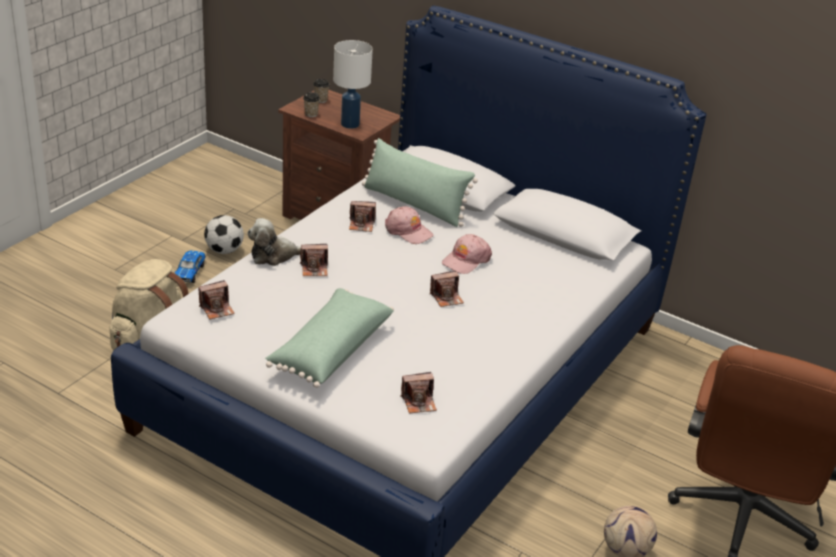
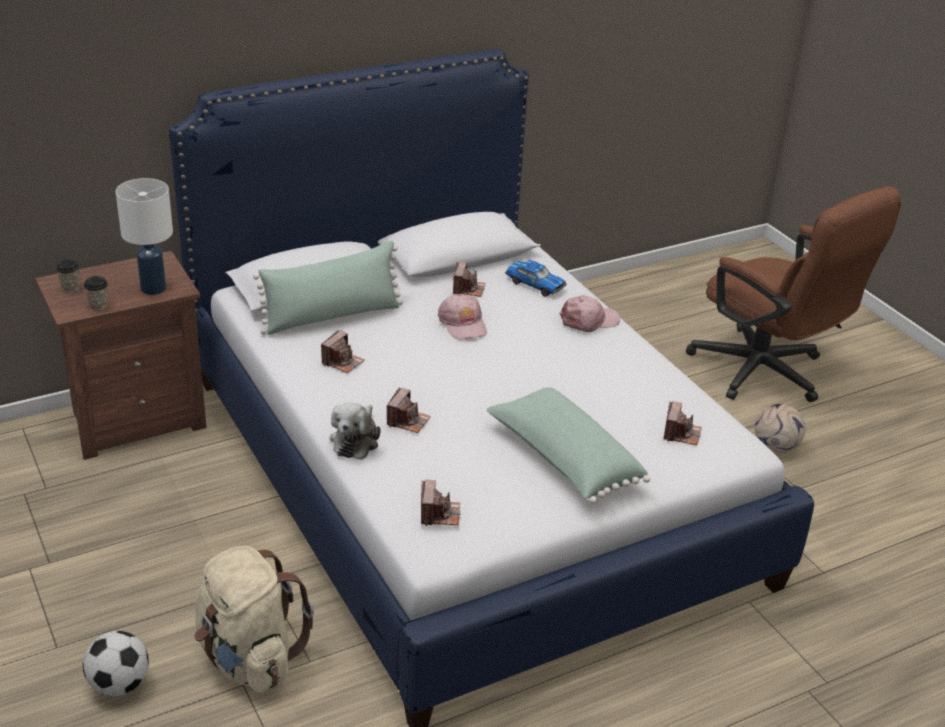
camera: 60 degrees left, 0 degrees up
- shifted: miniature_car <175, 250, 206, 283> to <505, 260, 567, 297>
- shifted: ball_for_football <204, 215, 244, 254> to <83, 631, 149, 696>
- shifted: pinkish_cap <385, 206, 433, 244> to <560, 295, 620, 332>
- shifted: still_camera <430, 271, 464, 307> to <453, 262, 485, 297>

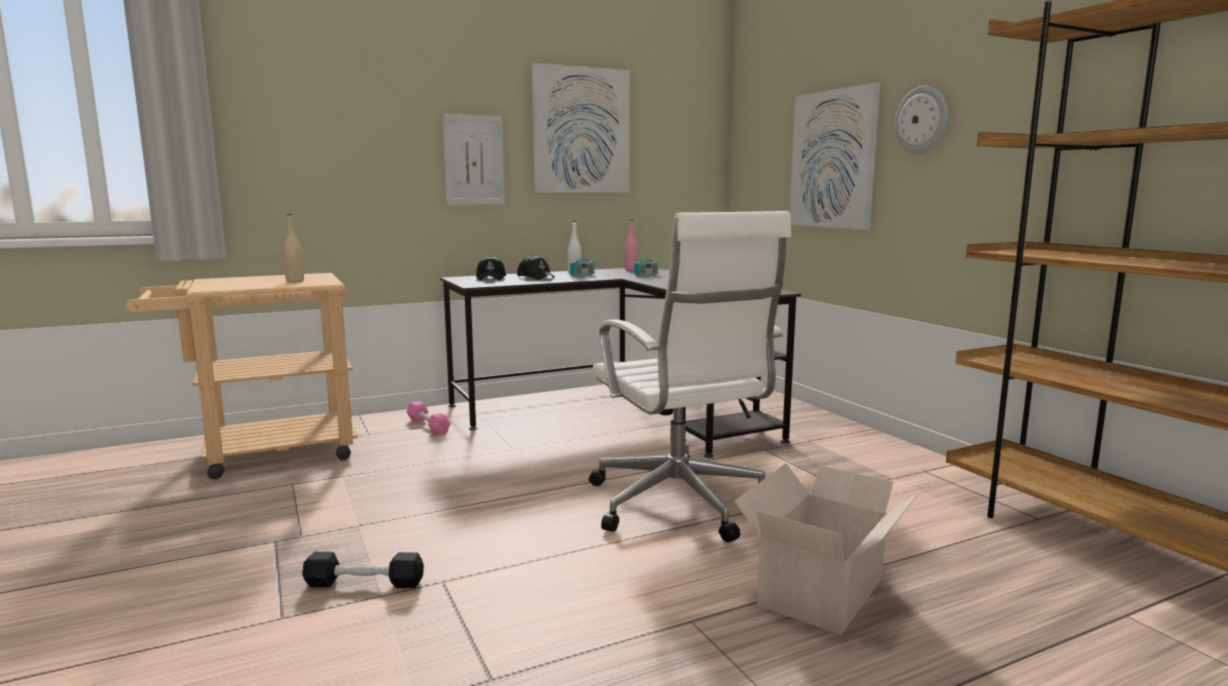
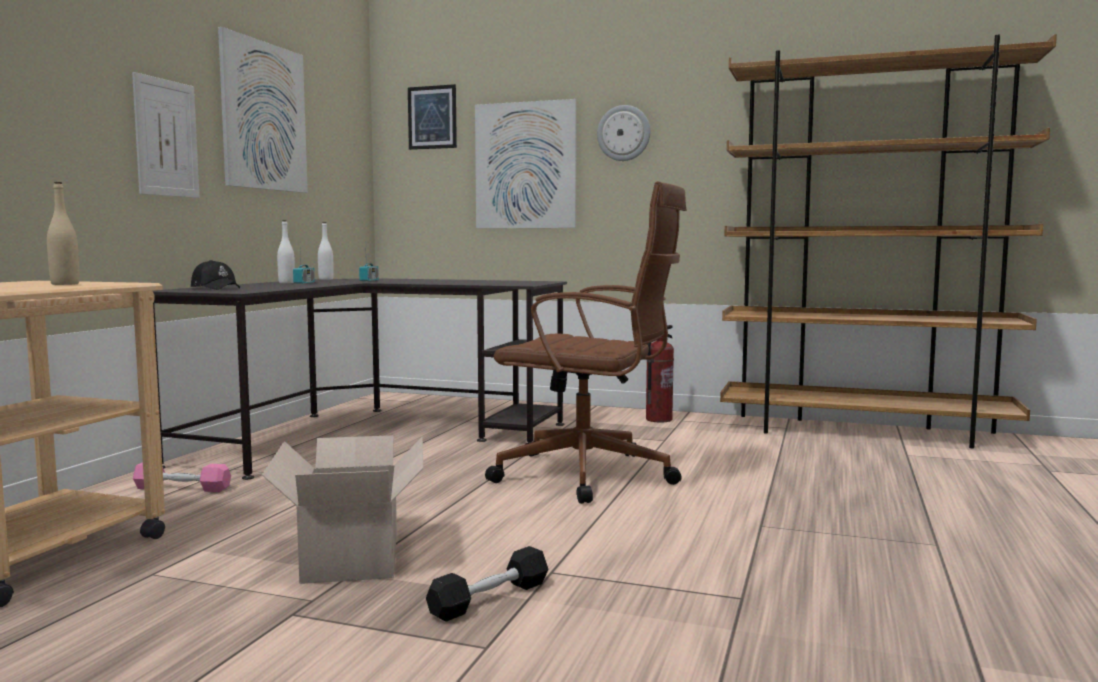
camera: 45 degrees left, 5 degrees down
- gone: black-coloured_cap <517, 255, 555, 280>
- new: wall_art <408, 84, 457, 150>
- new: extinguisher <646, 325, 674, 422>
- shifted: carton <734, 463, 919, 635> to <262, 435, 423, 584>
- repainted: white-coloured_computer_chair <589, 211, 791, 542> to brownish_computer_chair <485, 181, 686, 504>
- repainted: pinkish_bottle <625, 219, 638, 270> to white-coloured_bottle <318, 222, 334, 280>

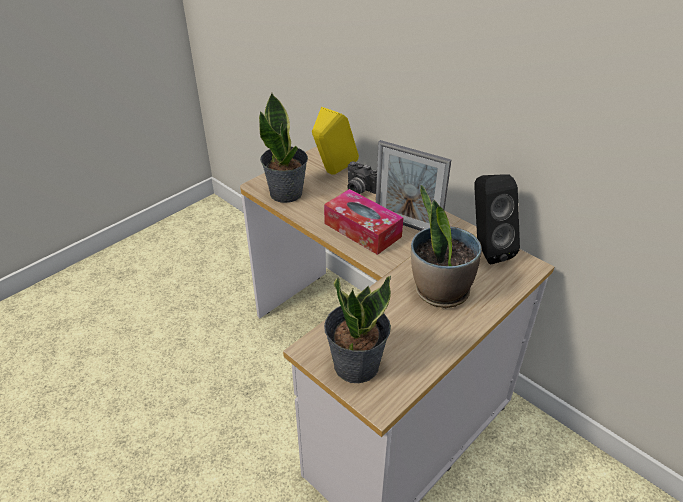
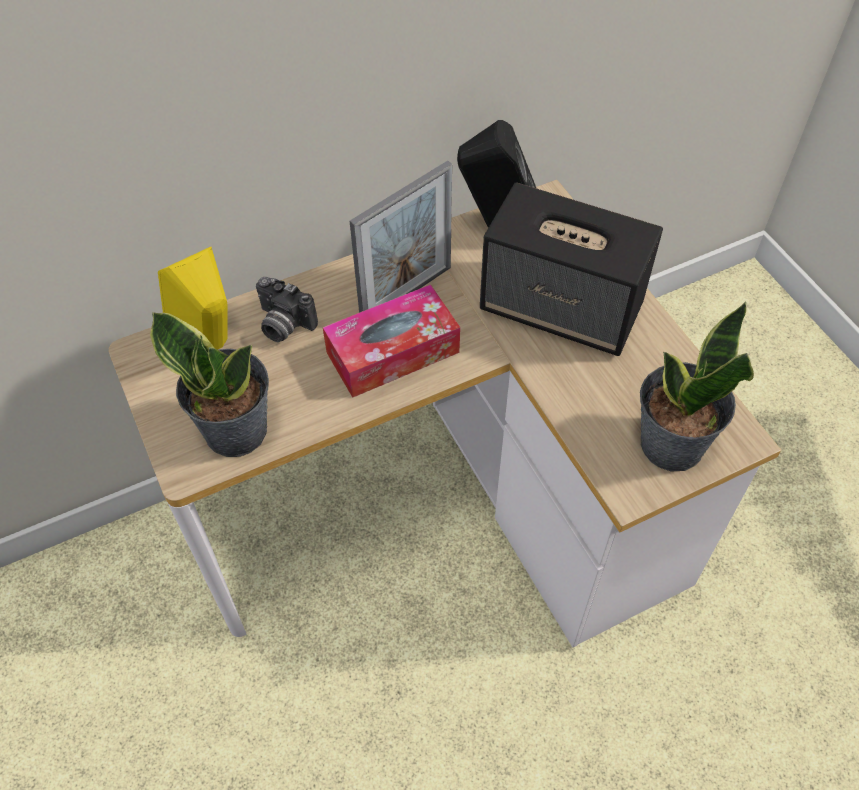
camera: 70 degrees left, 15 degrees up
- swapped: houseplant <411, 185, 482, 308> to speaker <480, 183, 663, 356>
- rotated: still_camera <347, 161, 377, 194> = <256, 277, 318, 342> 60 degrees clockwise

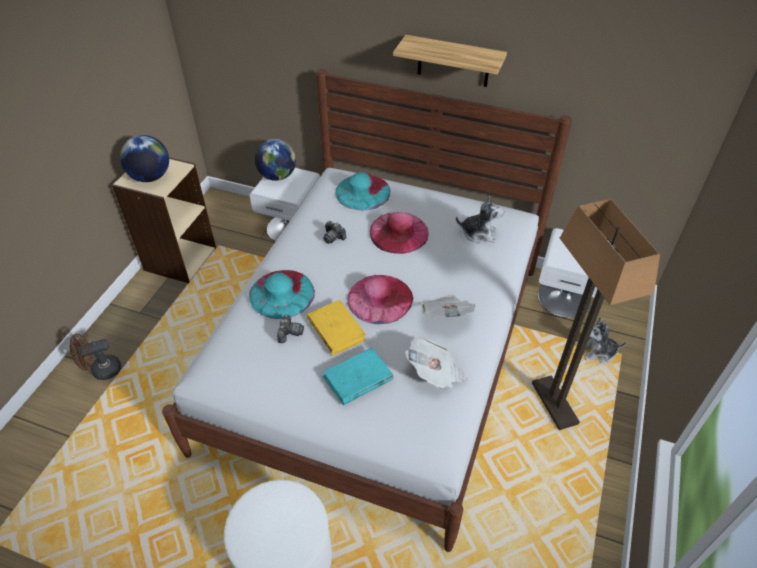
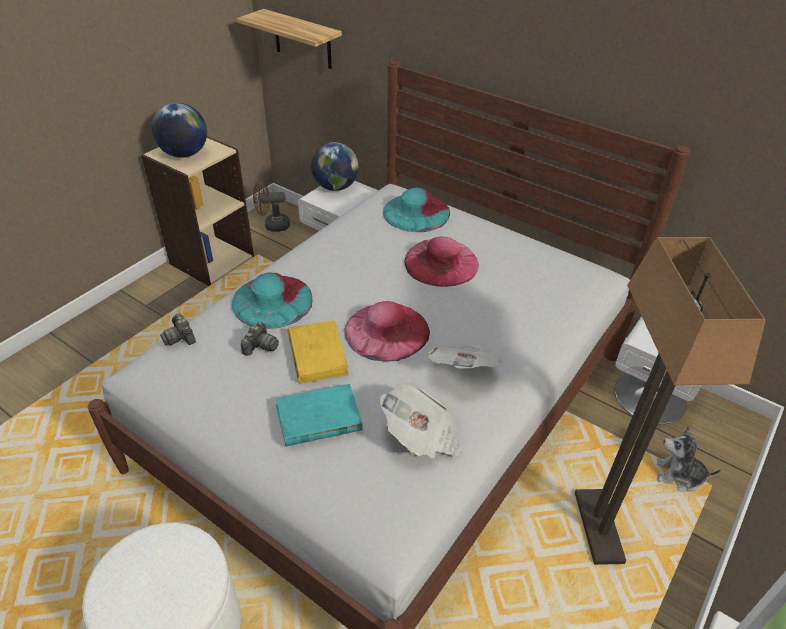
camera: 15 degrees right, 5 degrees down
- gone: plush_toy <456, 196, 504, 244>
- shifted: brownish_electric_fan <69, 334, 121, 380> to <253, 181, 290, 232>
- shifted: still_camera <323, 221, 346, 244> to <160, 313, 196, 346>
- shifted: bracket_shelf <393, 35, 507, 87> to <236, 9, 342, 69>

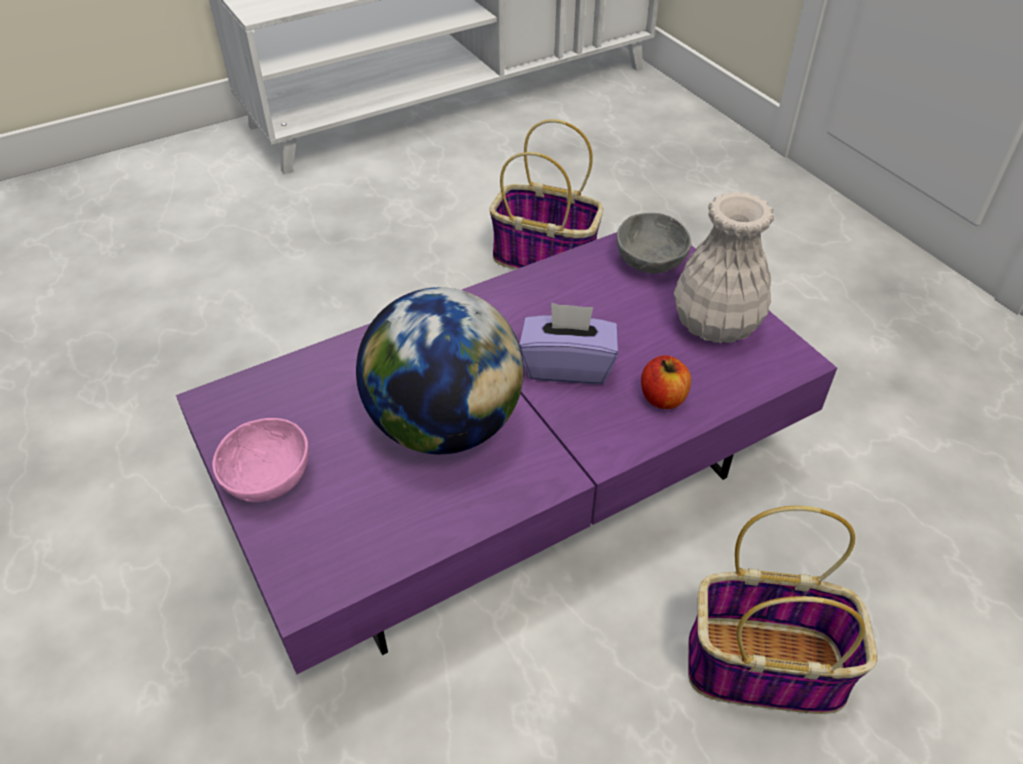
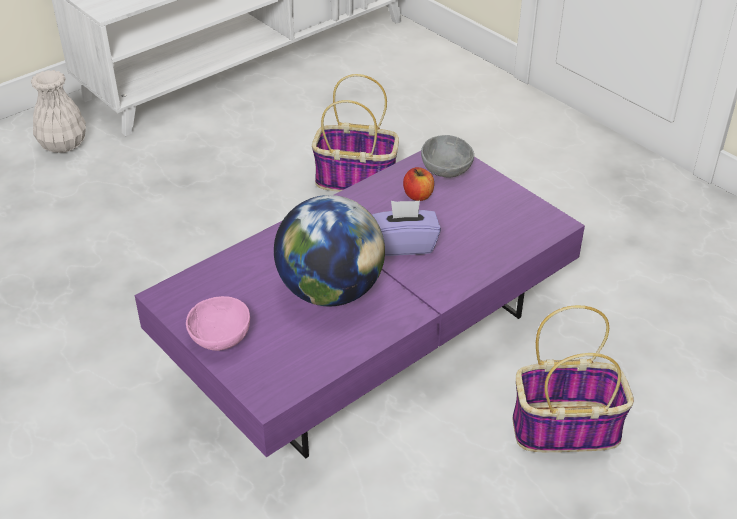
camera: 10 degrees left, 5 degrees down
- shifted: apple <641, 355, 691, 409> to <403, 167, 434, 201>
- shifted: white-coloured_flower_vase <674, 191, 774, 343> to <31, 70, 86, 153>

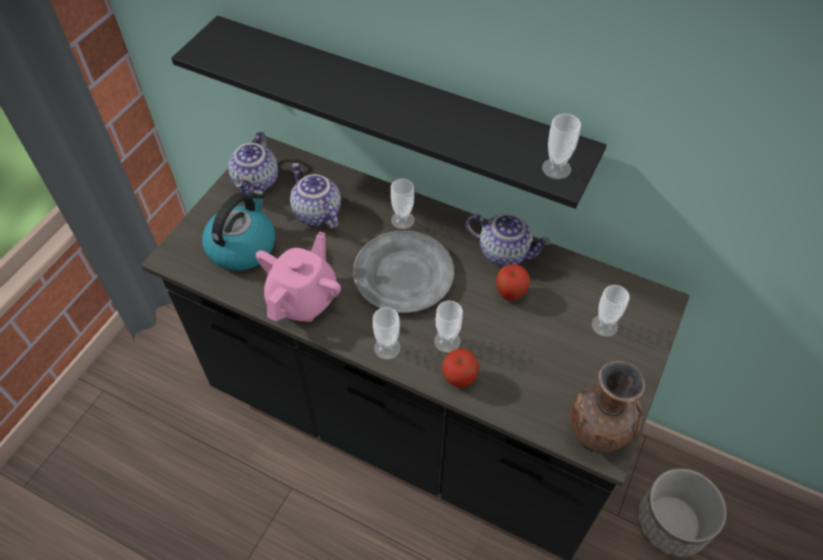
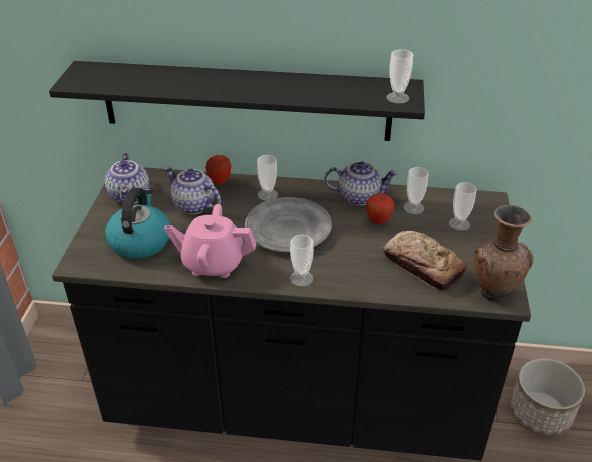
camera: 20 degrees left, 15 degrees down
- new: bread <383, 231, 467, 291>
- shifted: small_cup <434, 301, 463, 353> to <404, 167, 429, 214>
- shifted: apple <442, 349, 479, 387> to <205, 155, 231, 184>
- rotated: pinkish_teapot <256, 232, 341, 322> = <164, 204, 256, 278> 90 degrees counterclockwise

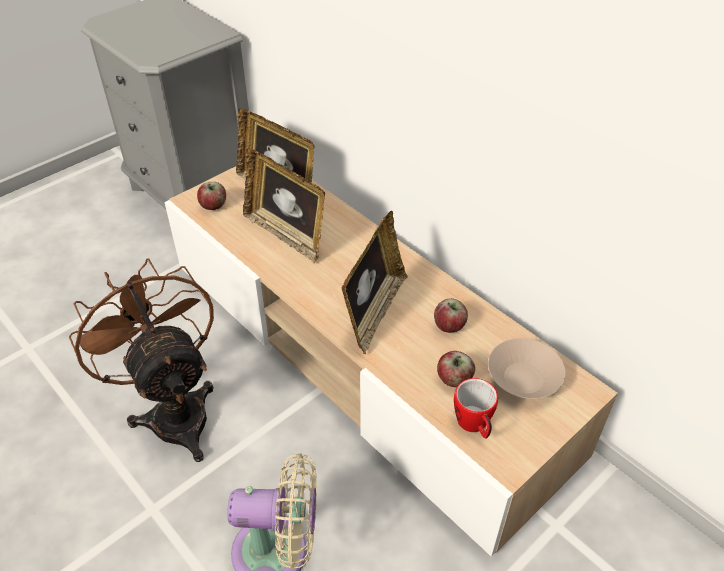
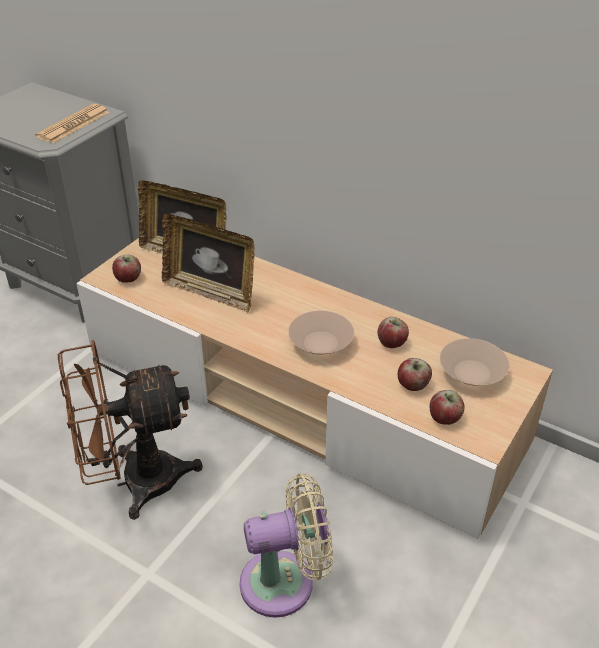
camera: 15 degrees left, 5 degrees down
- new: daily_paper <35, 103, 110, 143>
- swapped: picture_frame <341, 211, 408, 354> to beige_deep_dish <288, 311, 354, 355>
- swapped: coffee_mug <454, 378, 498, 439> to apple <430, 390, 464, 425>
- rotated: brownish_electric_fan <69, 258, 214, 462> = <58, 340, 203, 520> 60 degrees counterclockwise

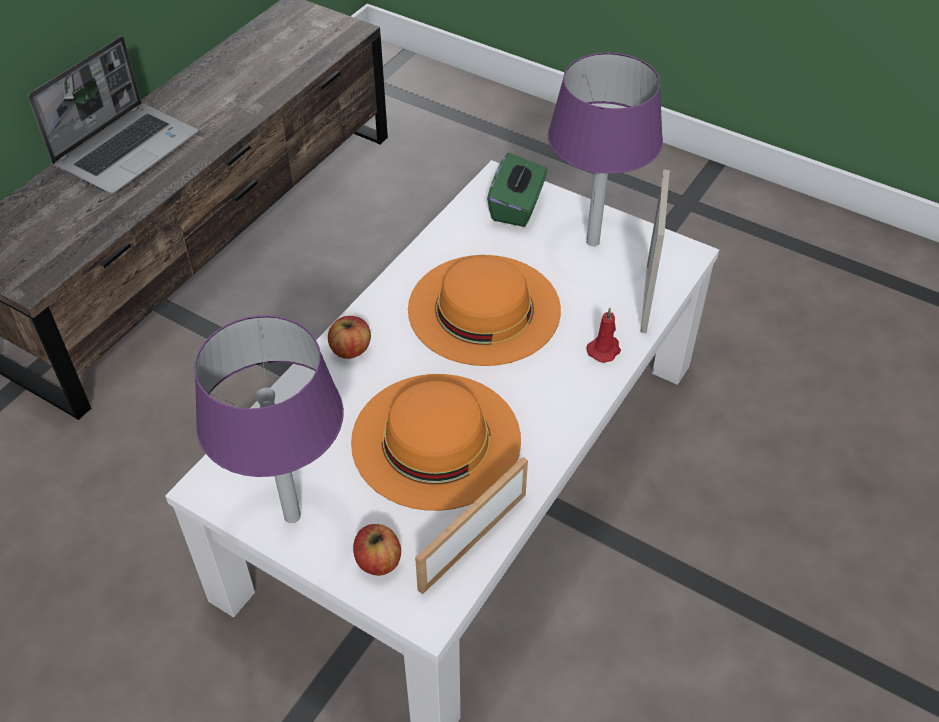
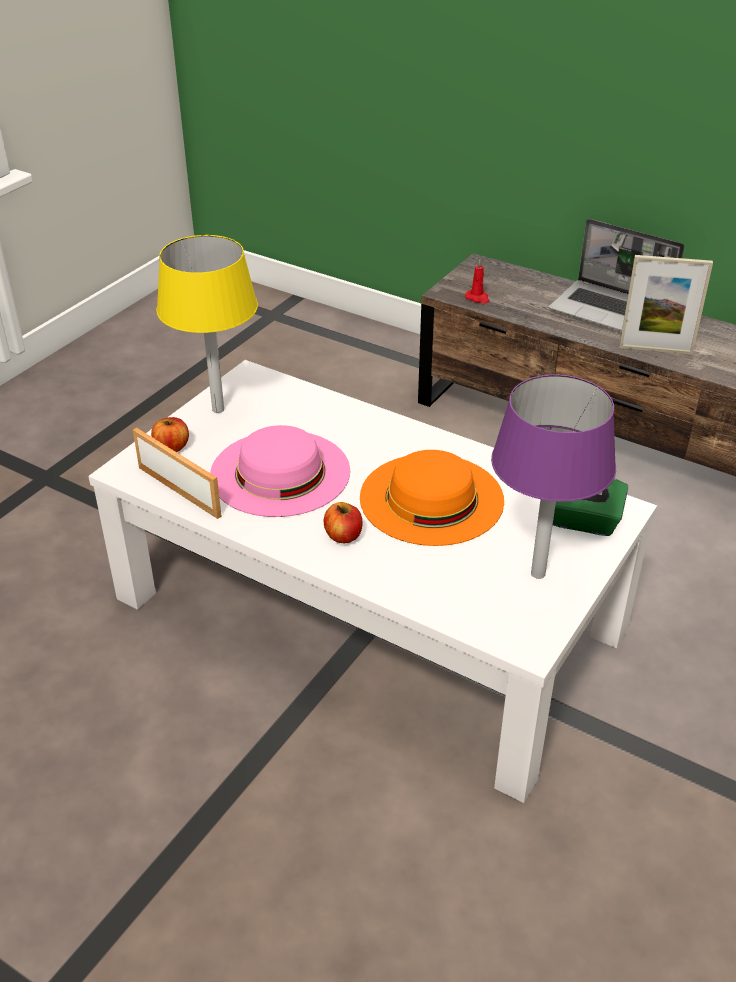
camera: 90 degrees right, 10 degrees down
- shifted: apple <328, 316, 371, 359> to <324, 502, 363, 543>
- shifted: red_wax_light <586, 308, 621, 363> to <465, 259, 490, 303>
- shifted: picture_frame <640, 169, 670, 333> to <619, 255, 713, 354>
- repainted: purplish_table_lamp <194, 315, 344, 523> to yellow_table_lamp <156, 235, 258, 413>
- repainted: orangey_hat <351, 374, 521, 511> to pinkish_hat <210, 425, 350, 517>

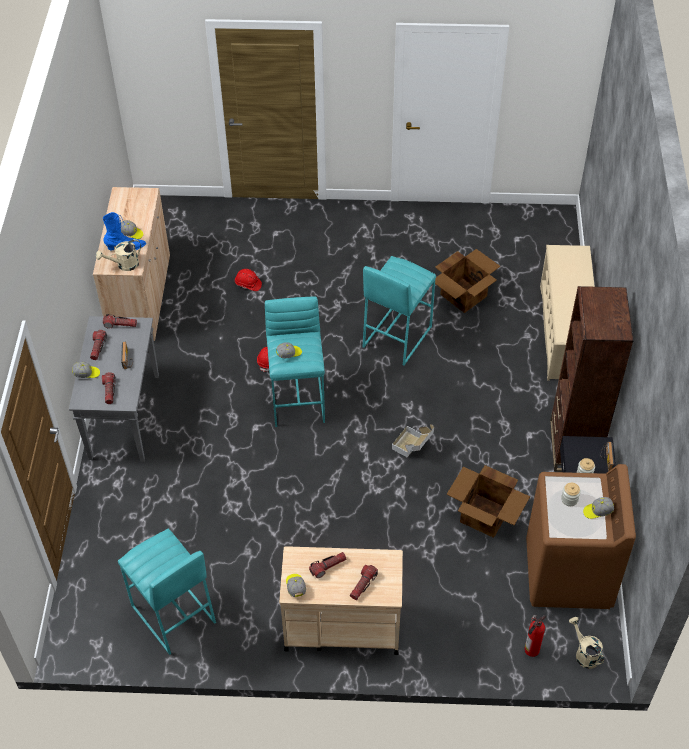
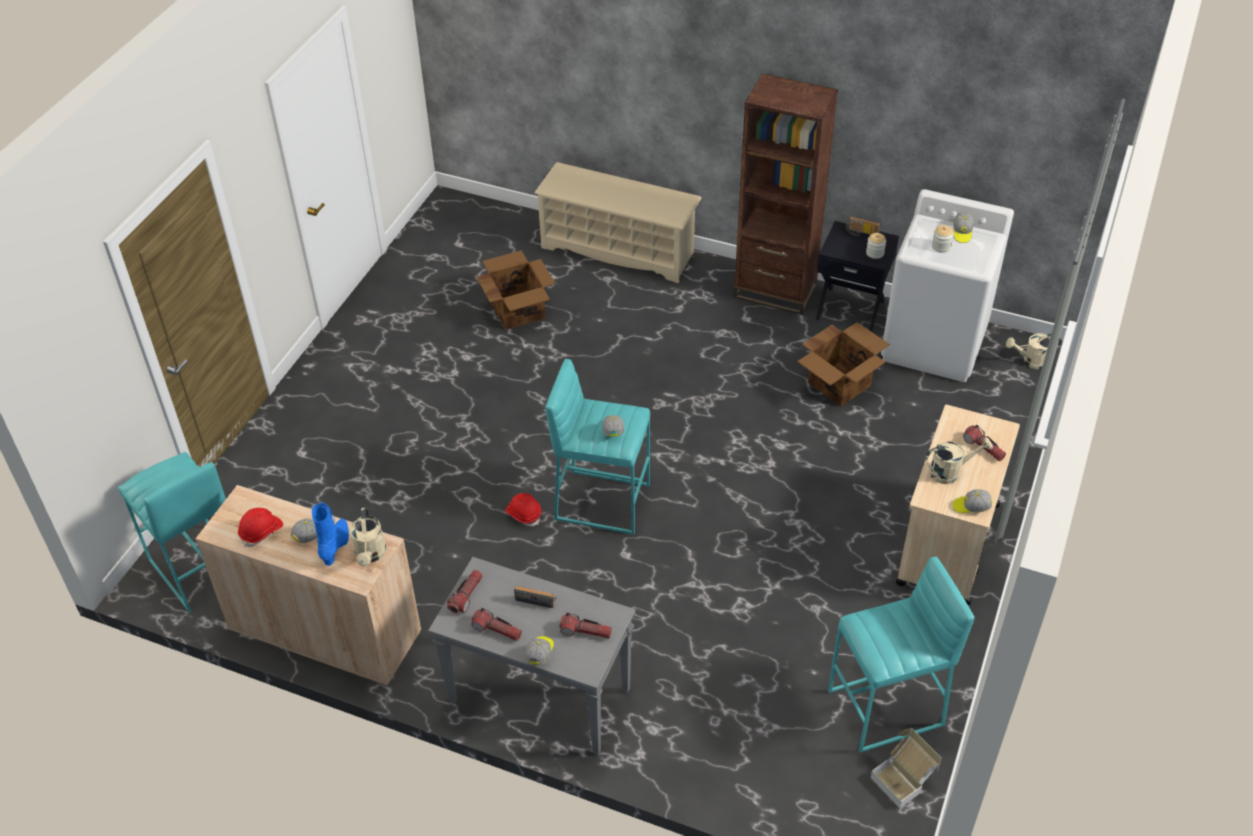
camera: 70 degrees left, 5 degrees down
- gone: extinguisher <524, 615, 546, 657>
- shifted: red_safety_helmet <235, 269, 262, 291> to <238, 508, 283, 548>
- shifted: turquoise-coloured_sitting_stool <362, 256, 436, 365> to <118, 452, 226, 612>
- shifted: carton <392, 424, 434, 457> to <870, 728, 941, 808>
- swapped: hand_torch <309, 552, 346, 578> to beige_watering_pot <926, 437, 993, 484>
- repainted: brownish_laundry_appliance <526, 464, 636, 609> to white-coloured_laundry_appliance <881, 189, 1014, 382>

